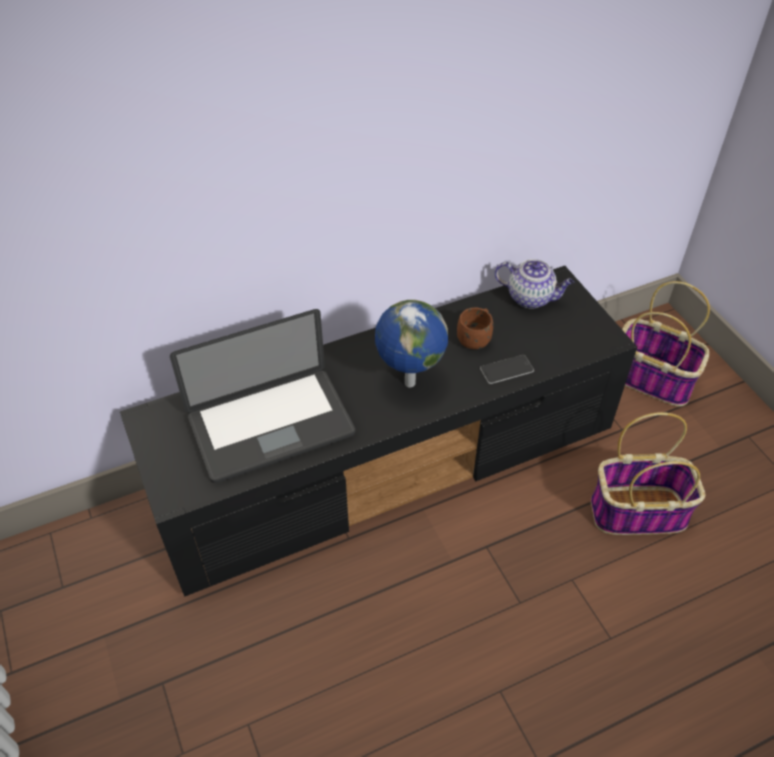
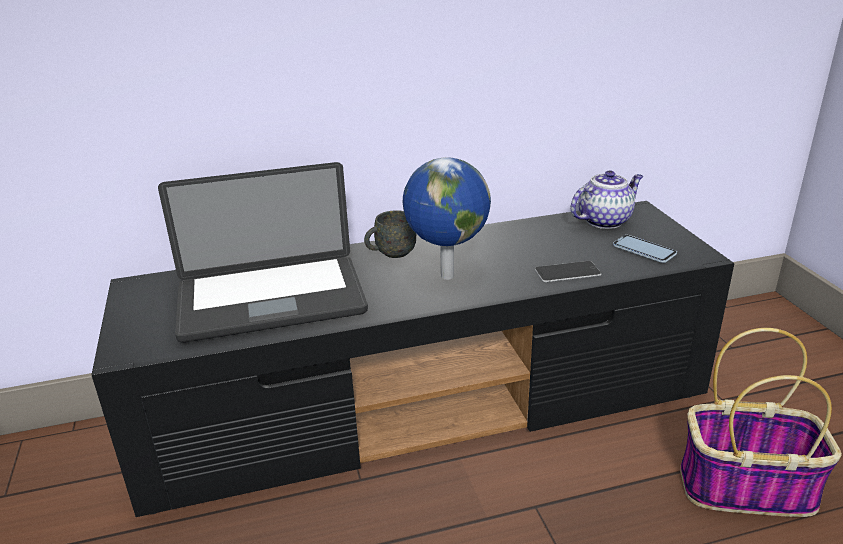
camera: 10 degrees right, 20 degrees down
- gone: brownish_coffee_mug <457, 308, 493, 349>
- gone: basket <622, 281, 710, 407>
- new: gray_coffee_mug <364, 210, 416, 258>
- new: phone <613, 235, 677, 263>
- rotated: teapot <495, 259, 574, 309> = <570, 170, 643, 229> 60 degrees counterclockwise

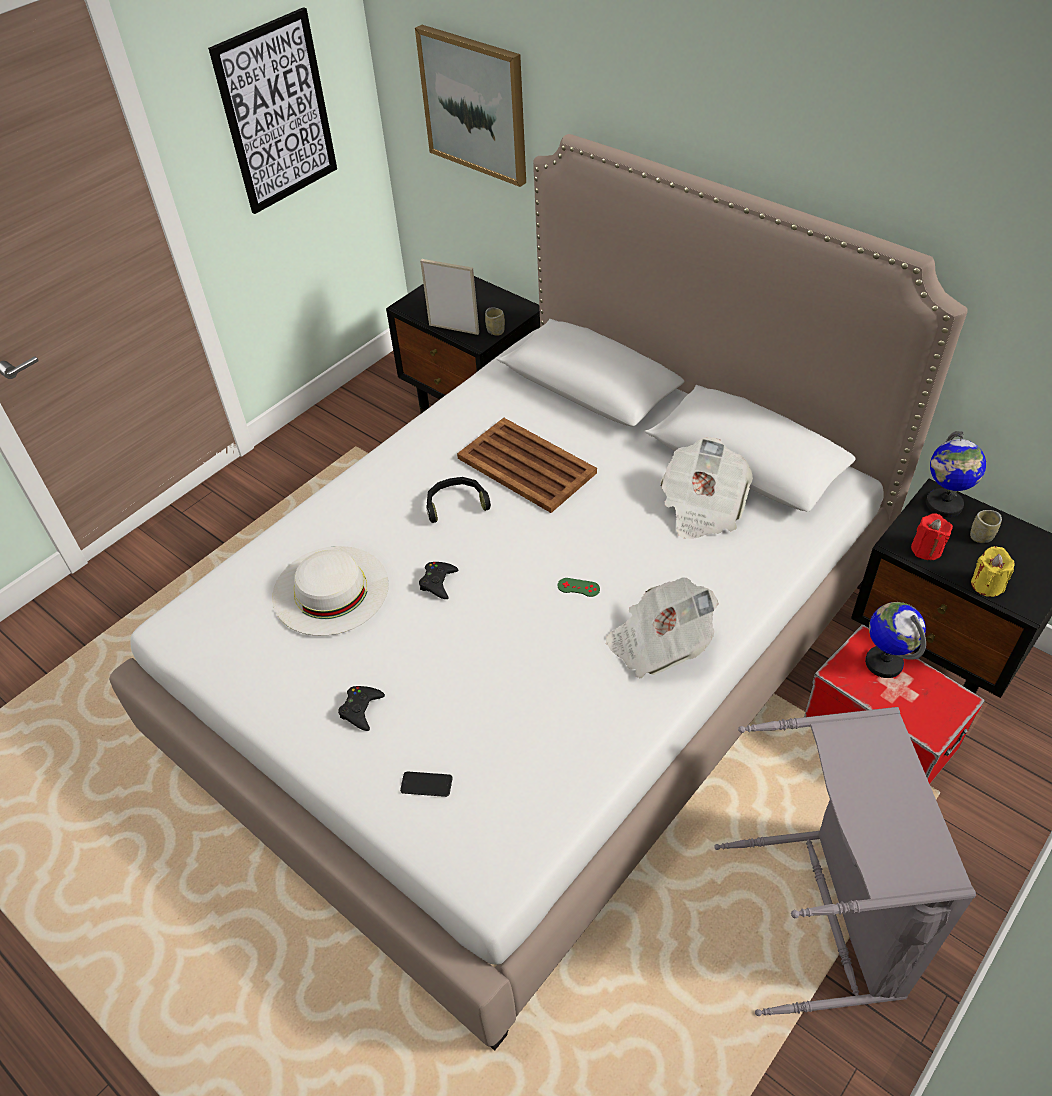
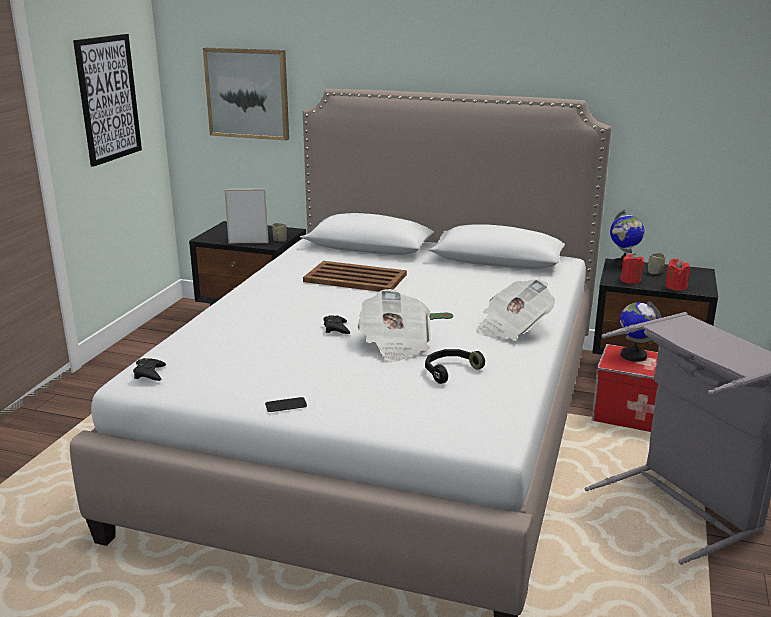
camera: 25 degrees left, 25 degrees down
- gone: white-coloured_hat <272, 546, 389, 636>
- shifted: black-coloured_joypad <338, 686, 385, 731> to <133, 358, 166, 381>
- shifted: phone <400, 772, 453, 797> to <265, 397, 307, 412>
- shifted: black-coloured_headphones <426, 477, 491, 523> to <425, 349, 485, 384>
- shifted: daily_paper <661, 437, 753, 539> to <358, 289, 431, 362>
- repainted: yellow_wax_light <971, 546, 1015, 597> to red_wax_light <666, 259, 690, 291>

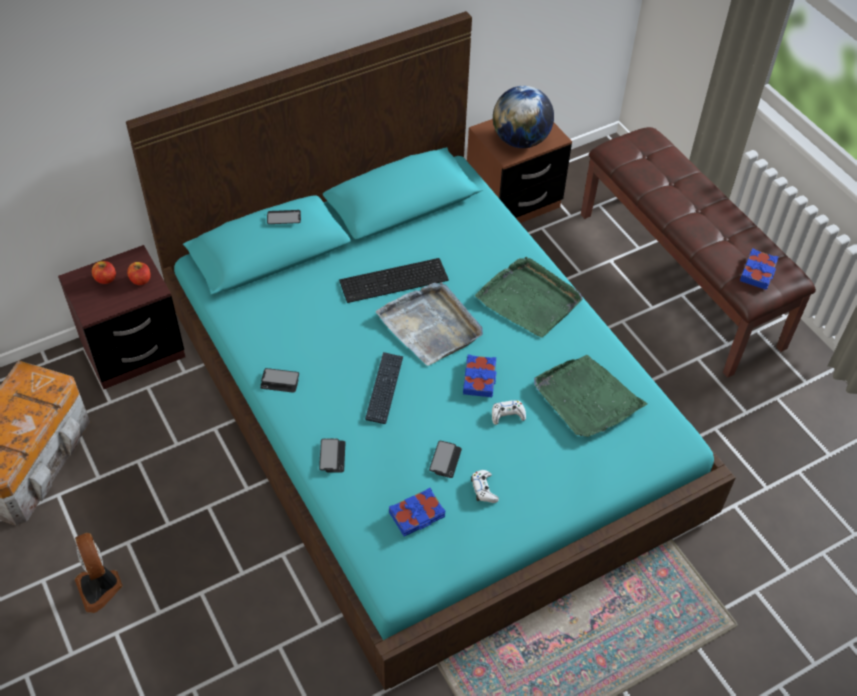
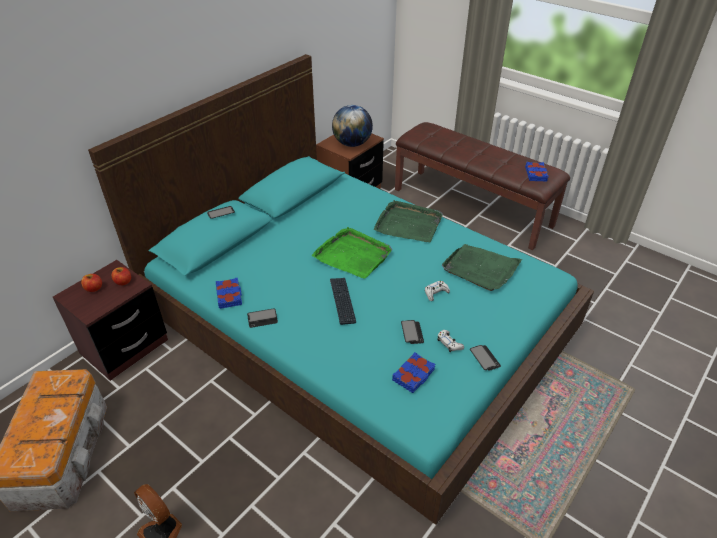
camera: 20 degrees left, 10 degrees down
- gone: computer_keyboard <339, 258, 449, 303>
- shifted: phone <319, 438, 346, 473> to <470, 345, 501, 371>
- shifted: bluish_volume <463, 354, 497, 397> to <216, 278, 242, 309>
- repainted: gray_serving_tray <376, 282, 483, 366> to green-coloured_serving_tray <312, 227, 392, 279>

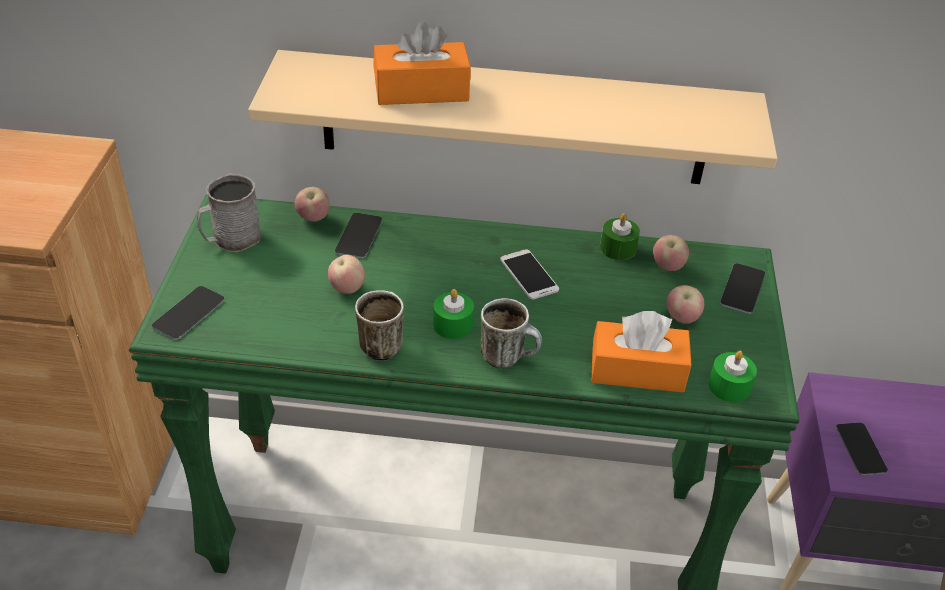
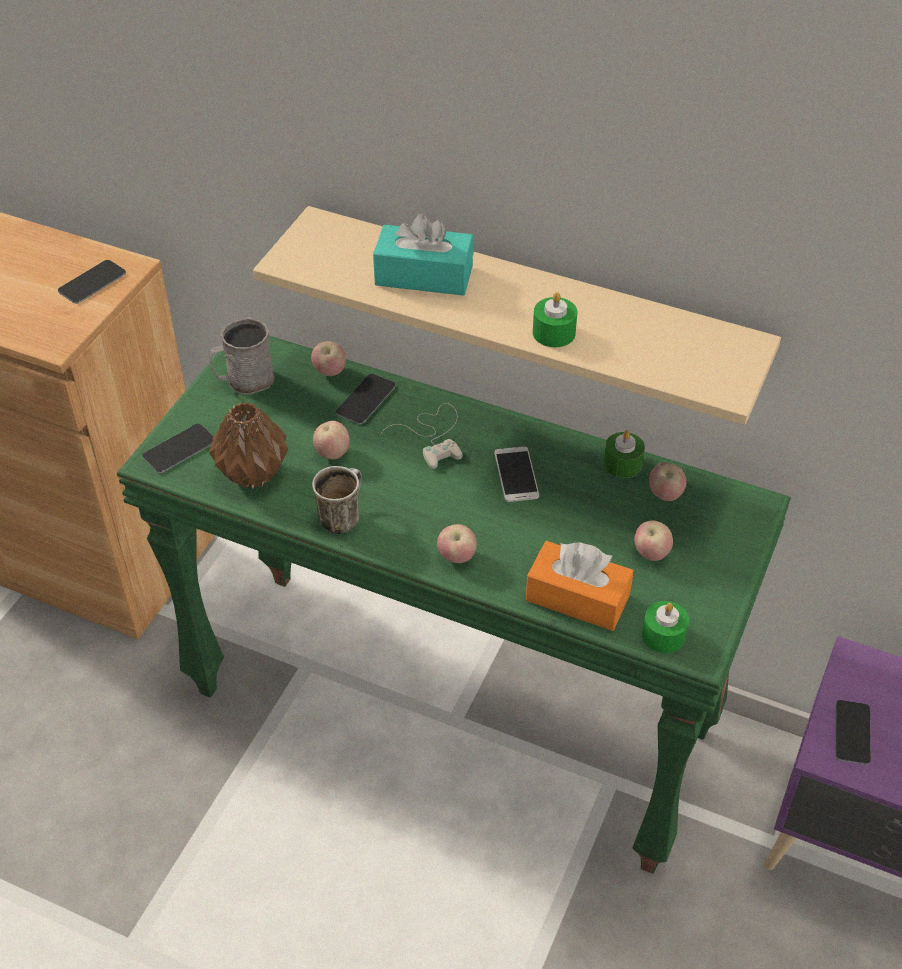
camera: 20 degrees right, 5 degrees up
- new: brownish_flower_vase <209, 402, 288, 489>
- new: white-coloured_joypad <381, 403, 463, 469>
- shifted: green-coloured_wax_light <433, 289, 474, 339> to <533, 292, 577, 347>
- shifted: phone <720, 263, 765, 314> to <58, 260, 126, 304>
- swapped: coffee_mug <481, 298, 542, 368> to apple <437, 524, 477, 563>
- repainted: orangey_tissue_box <373, 21, 471, 105> to turquoise-coloured_tissue_box <373, 214, 473, 296>

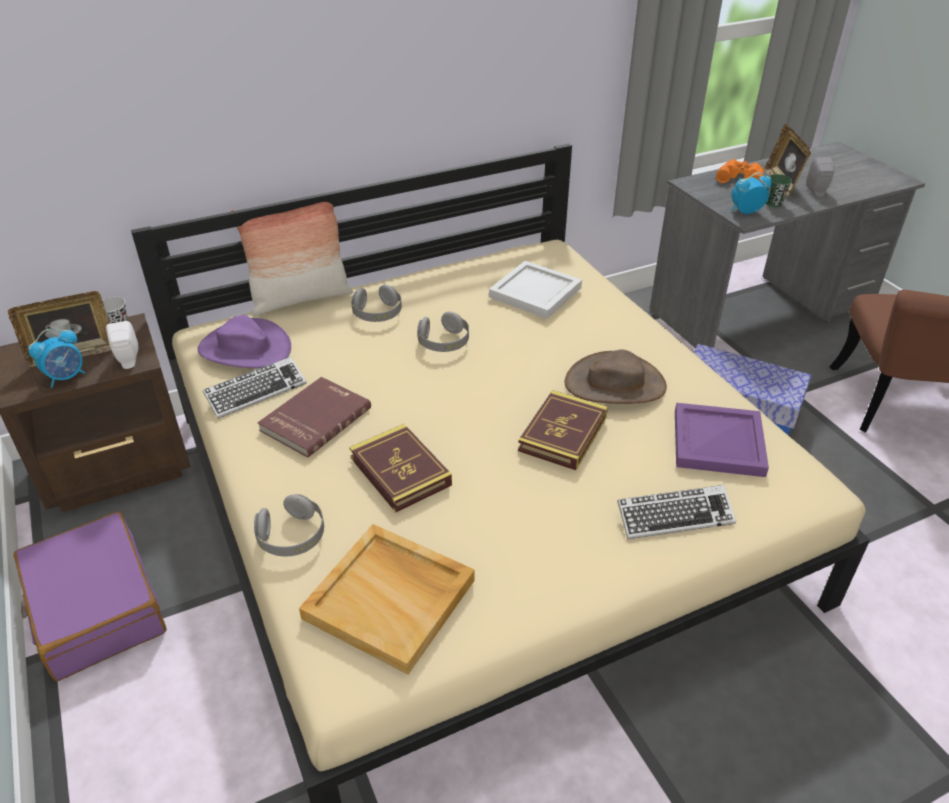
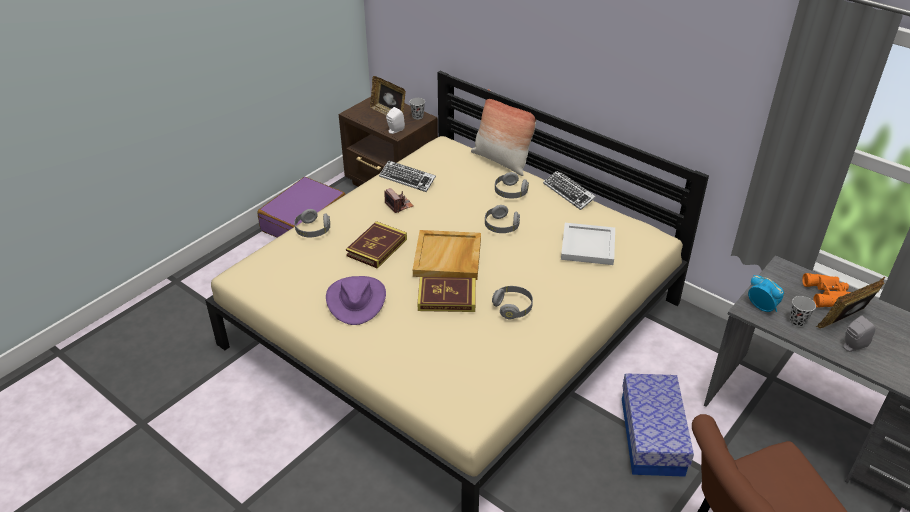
camera: 65 degrees right, 0 degrees up
- gone: table_clock <28, 329, 86, 388>
- gone: purplish_serving_tray <675, 403, 769, 477>
- shifted: purplish_hat <198, 315, 291, 368> to <326, 276, 386, 325>
- shifted: beige_serving_tray <299, 524, 475, 675> to <413, 230, 481, 280>
- shifted: computer_keyboard <617, 485, 736, 539> to <543, 171, 596, 210>
- swapped: red_volume <257, 377, 371, 458> to still_camera <384, 188, 413, 213>
- swapped: brownish_hat <565, 349, 667, 404> to gray_headphones <492, 286, 533, 319>
- repainted: green-coloured_small_cup <766, 174, 792, 207> to black-coloured_small_cup <790, 296, 816, 327>

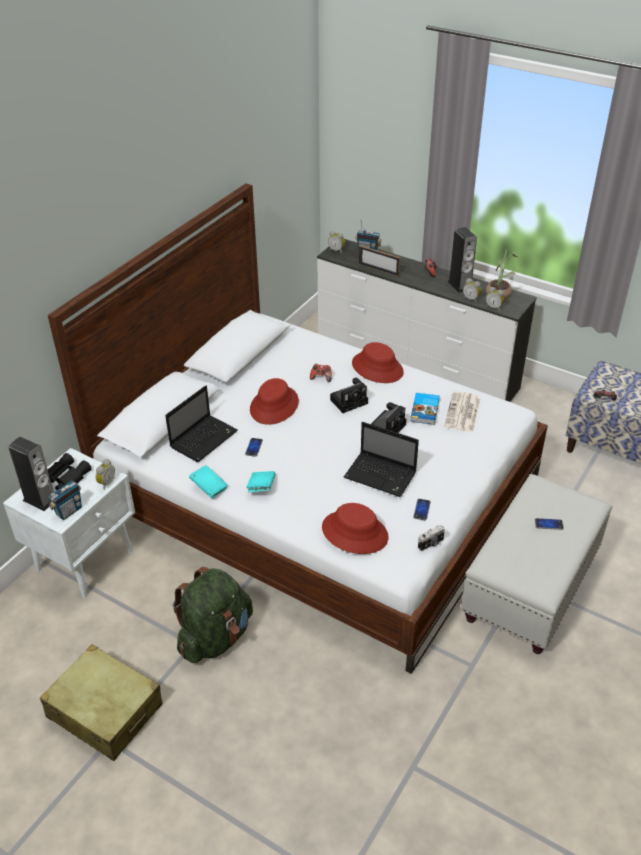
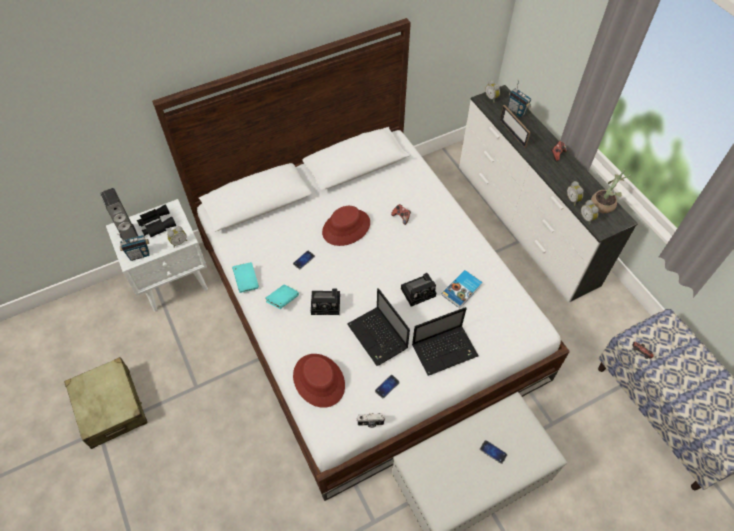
camera: 30 degrees right, 15 degrees up
- gone: green-coloured_backpack <172, 567, 253, 663>
- gone: red_hat <352, 342, 404, 383>
- gone: daily_paper <444, 391, 480, 432>
- gone: speaker <448, 227, 477, 293>
- shifted: notebook_computer <165, 385, 238, 462> to <412, 307, 479, 376>
- shifted: still_camera <330, 378, 368, 413> to <311, 288, 340, 315>

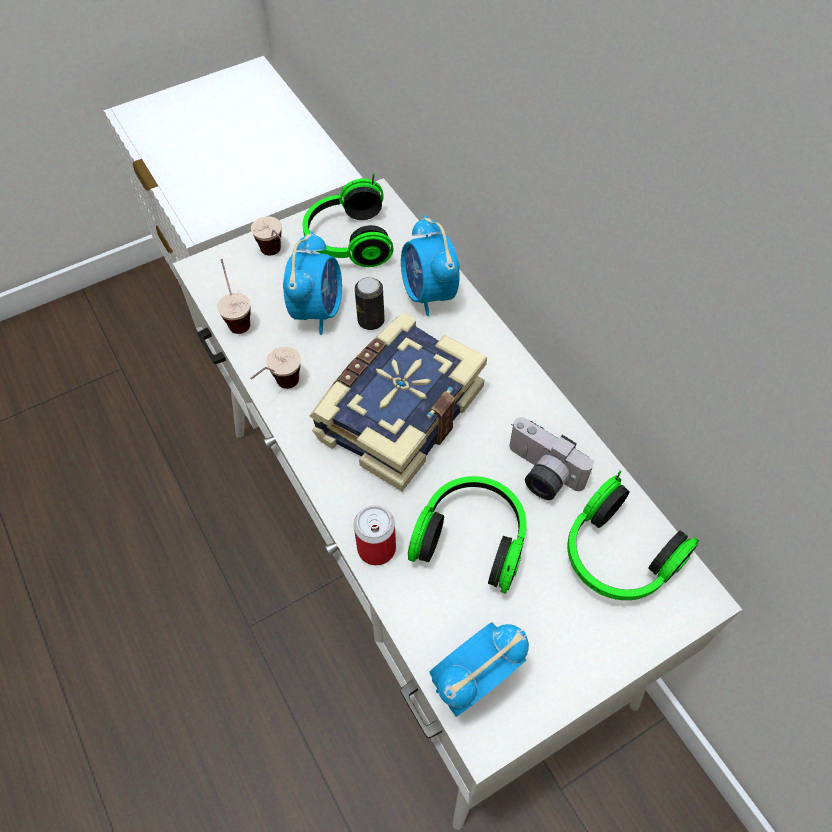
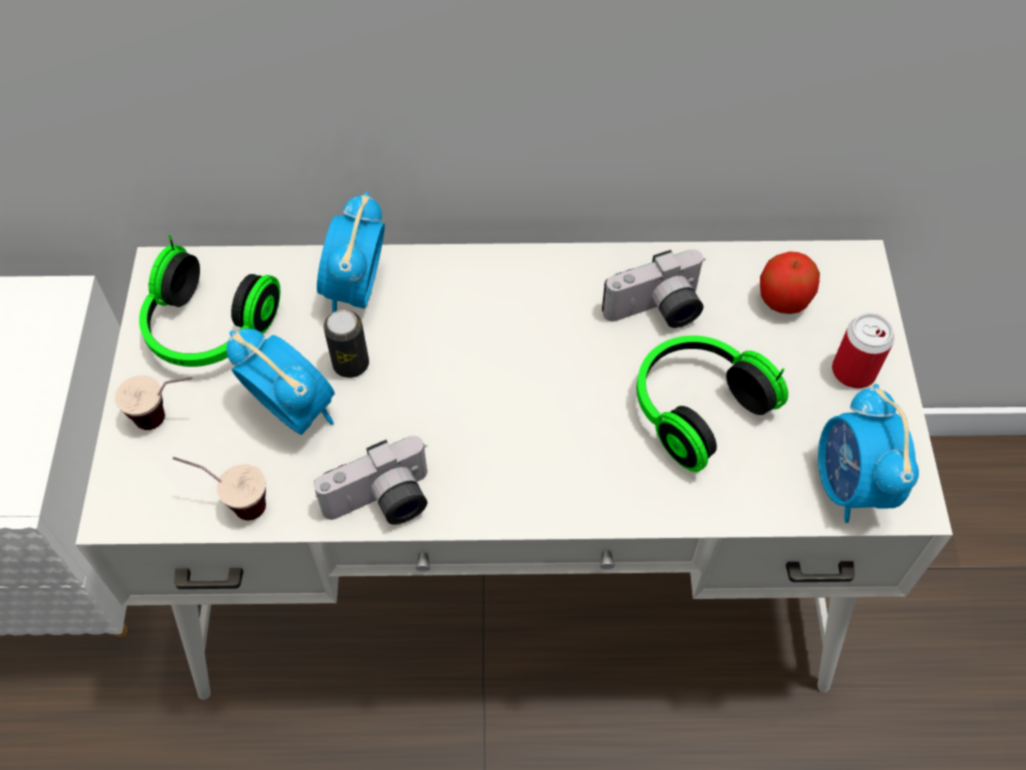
camera: 60 degrees left, 0 degrees up
- gone: volume <310, 312, 487, 491>
- shifted: can <354, 505, 396, 565> to <832, 313, 894, 388>
- swapped: small_cup <250, 347, 301, 389> to still_camera <314, 436, 427, 525>
- swapped: headphones <567, 470, 699, 600> to apple <760, 251, 820, 314>
- rotated: table_clock <401, 215, 460, 316> = <317, 192, 385, 313> 90 degrees clockwise

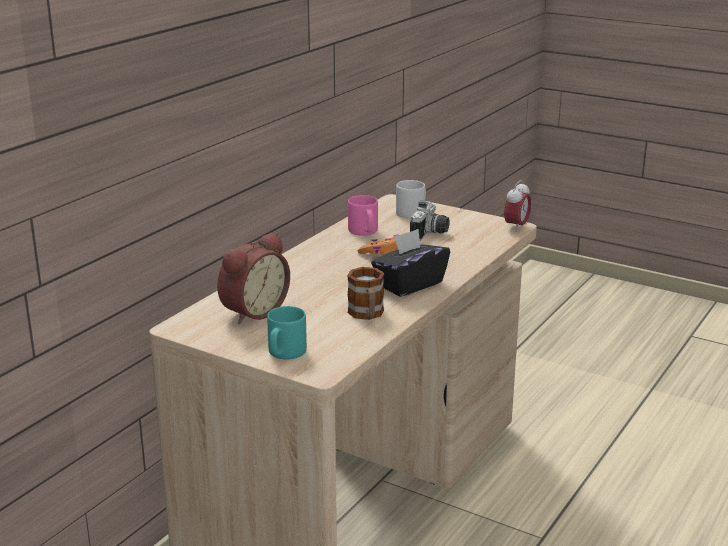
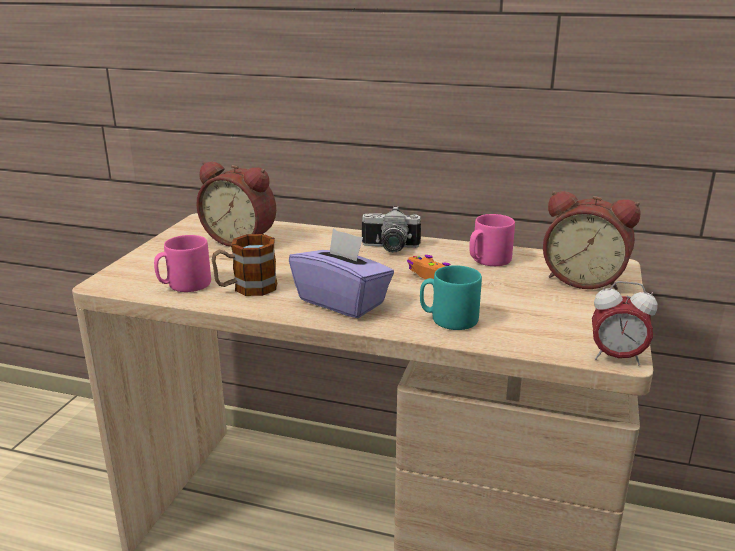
camera: 75 degrees right, 0 degrees up
- new: pinkish_coffee_mug <154, 235, 211, 292>
- shifted: turquoise-coloured_coffee_mug <267, 306, 307, 360> to <420, 265, 482, 330>
- shifted: still_camera <410, 201, 450, 241> to <362, 206, 421, 253>
- swapped: gray_coffee_mug <396, 180, 426, 219> to table_clock <543, 191, 641, 290>
- repainted: black-coloured_tissue_box <371, 229, 450, 297> to purplish_tissue_box <289, 228, 394, 318>

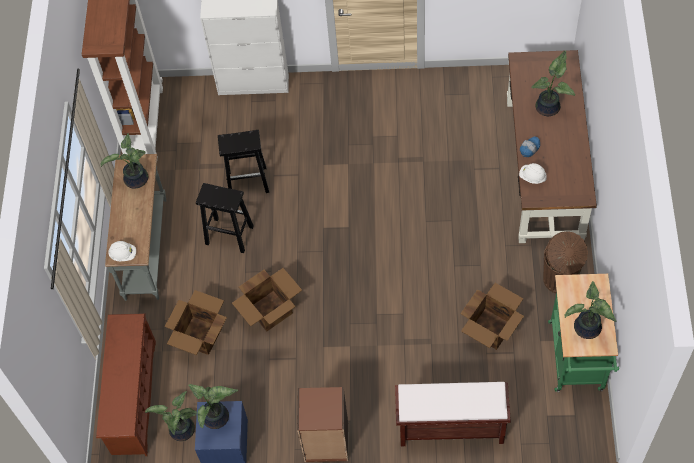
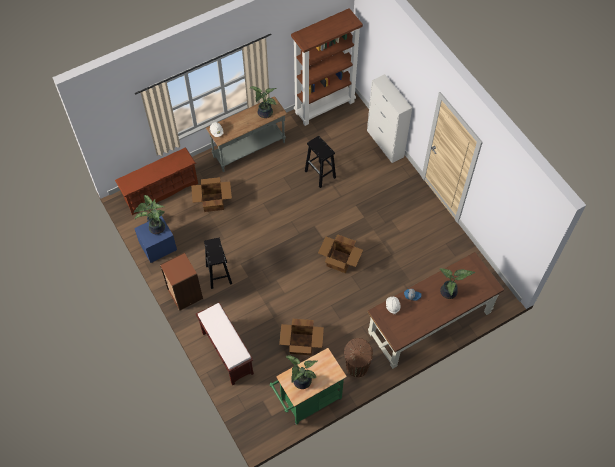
camera: 55 degrees right, 0 degrees up
- shifted: black-coloured_sitting_stool <196, 183, 254, 253> to <204, 238, 232, 289>
- shifted: carton <232, 268, 302, 331> to <318, 234, 363, 273>

